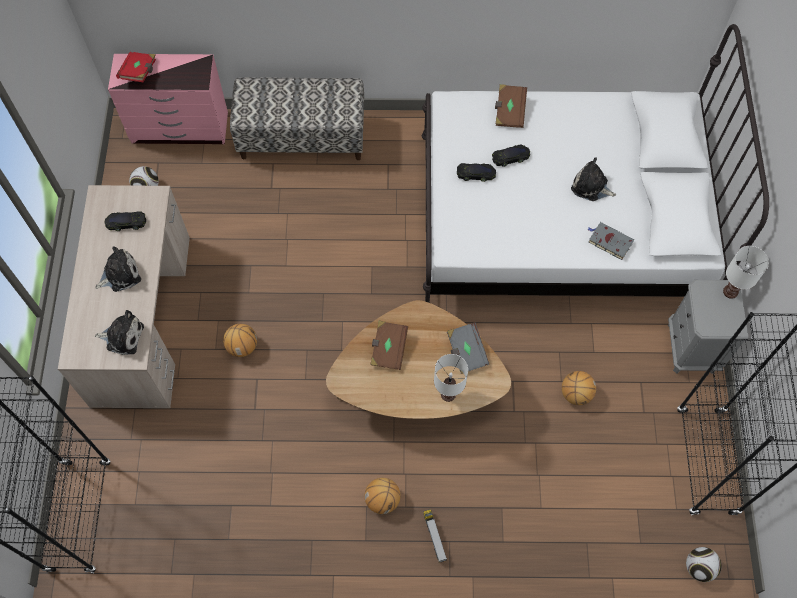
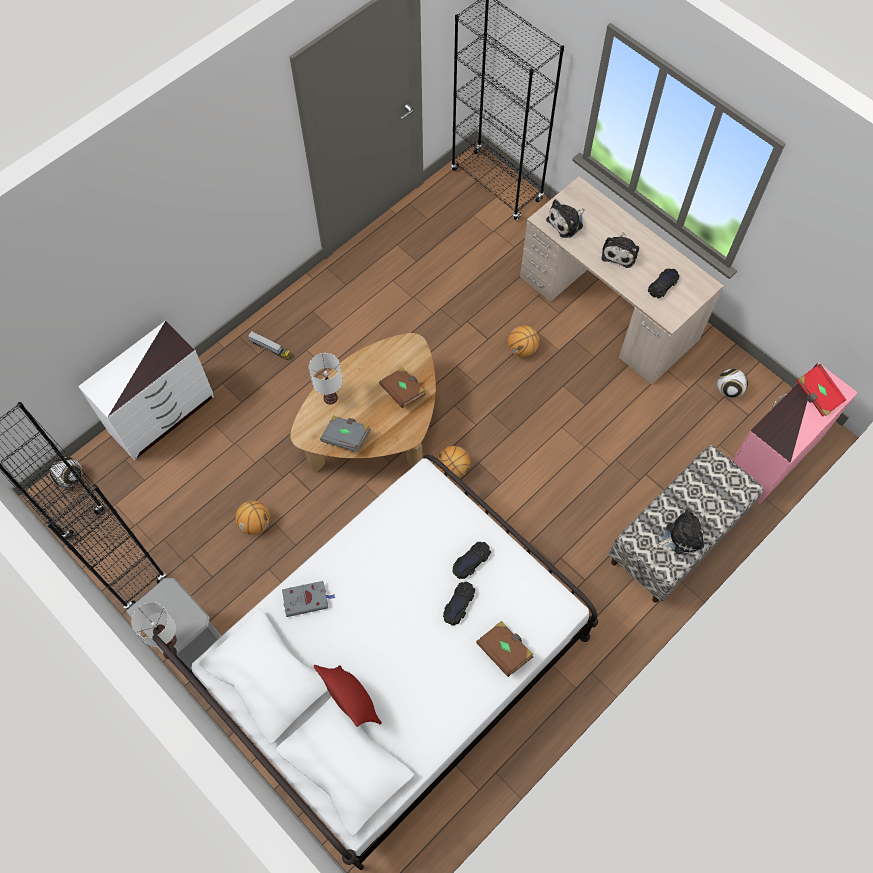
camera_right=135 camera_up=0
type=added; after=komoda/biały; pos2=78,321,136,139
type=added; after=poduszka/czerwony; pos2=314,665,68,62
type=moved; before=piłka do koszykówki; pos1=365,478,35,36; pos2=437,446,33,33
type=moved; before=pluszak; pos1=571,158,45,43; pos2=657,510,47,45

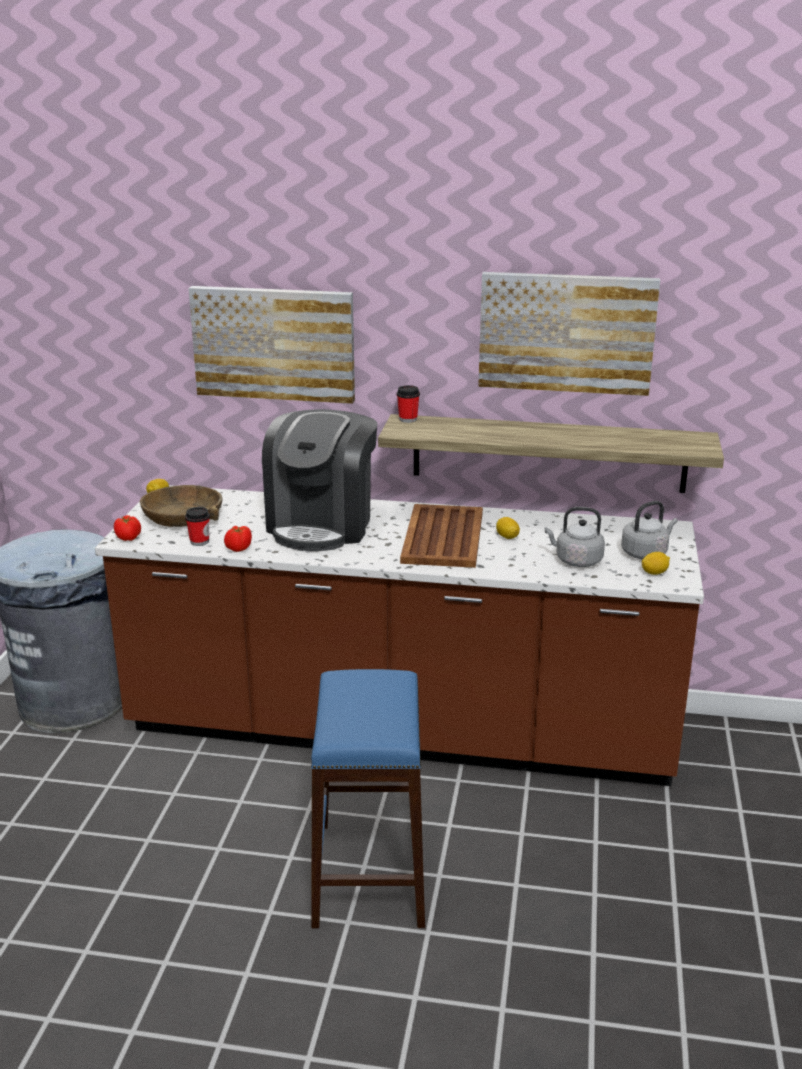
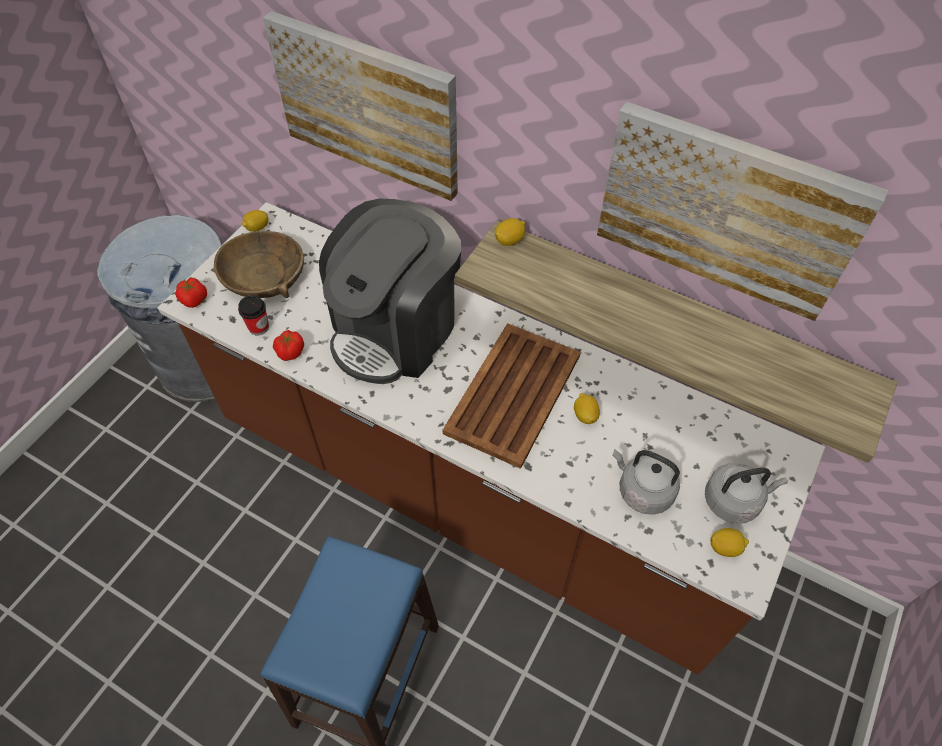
camera_right=20 camera_up=30
type=replaced; before=filiżanka; after=cytryna; pos1=397,385,23,38; pos2=495,218,30,28

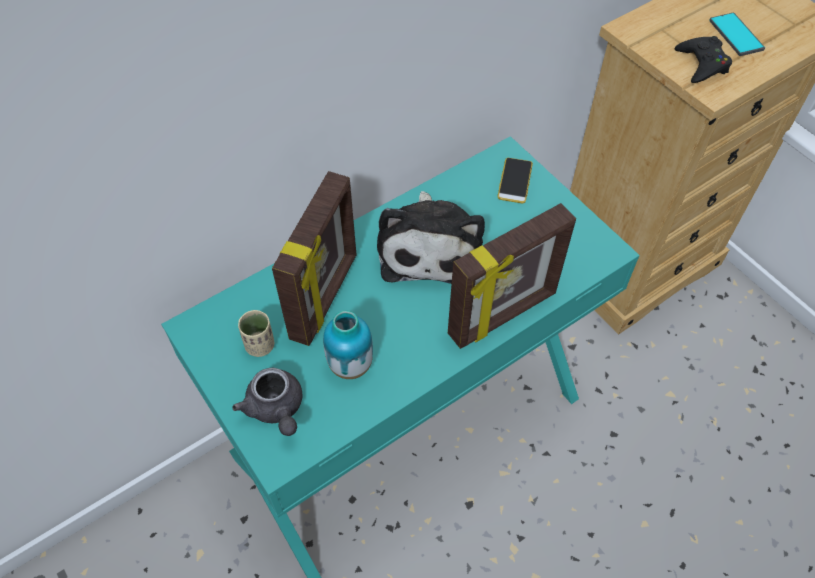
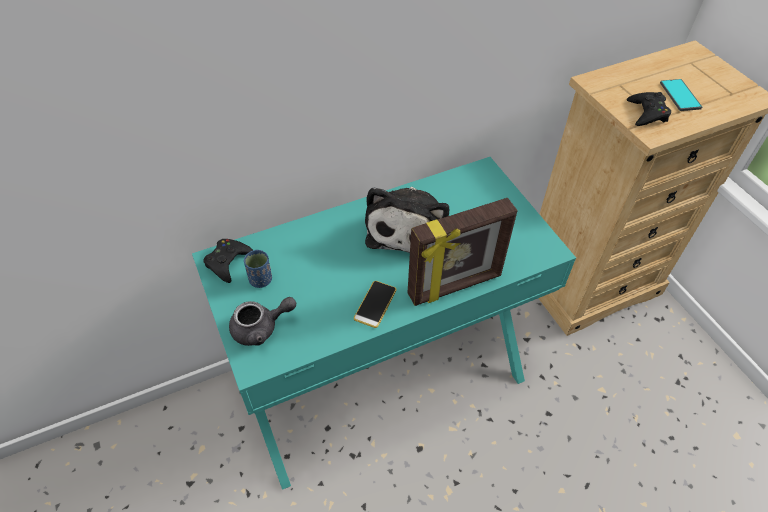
camera_right=10 camera_up=-5
type=added; after=pad do gier/czarny; pos2=203,239,50,44
type=turned; before=imbryk/szary; pos1=232,368,70,68; pos2=229,297,67,49; turn=-90
type=recoloured; before=filiżanka/beżowy; after=filiżanka/niebieski; pos1=238,310,36,47; pos2=244,250,28,38
type=moved; before=telefon; pos1=497,158,36,46; pos2=354,281,43,47
type=removed; before=ramka na zdjęcie; pos1=272,171,85,175
type=removed; before=wazon; pos1=323,311,50,68

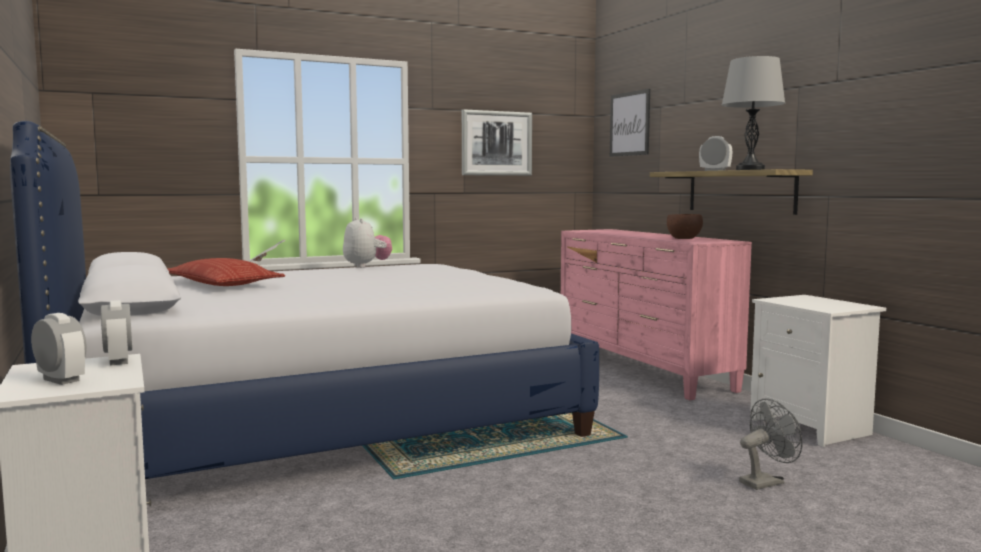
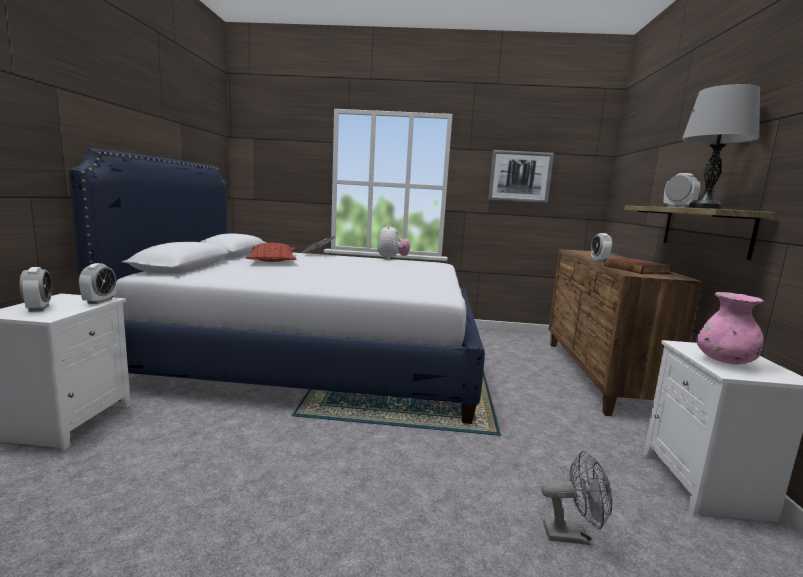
camera_right=30 camera_up=5
type=recoloured; before=komoda/różowy; after=komoda/brązowy; pos1=561,229,191,171; pos2=548,249,154,167
type=added; after=budzik; pos2=591,233,22,29
type=replaced; before=miska/brązowy; after=książka; pos1=667,214,36,25; pos2=604,258,66,16
type=added; after=wazon/różowy; pos2=696,292,68,73
type=removed; before=obraz; pos1=610,89,40,68

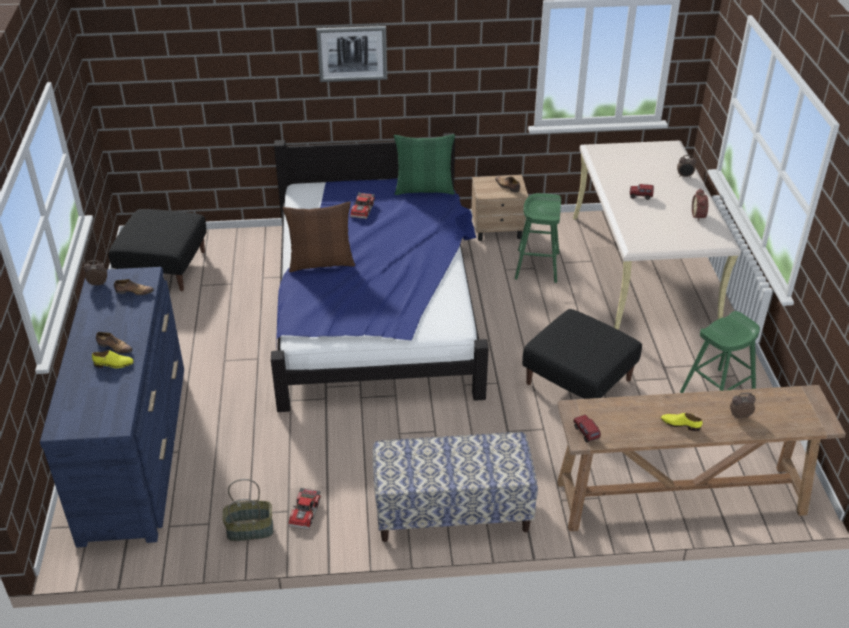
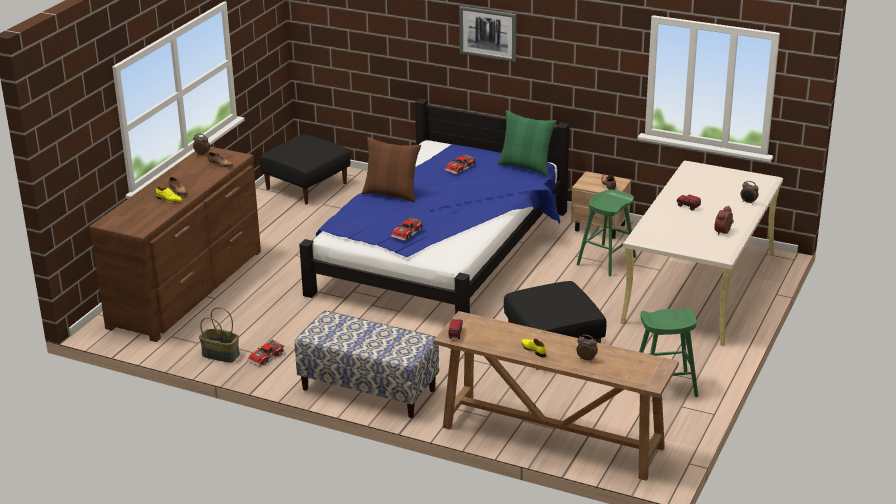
camera_right=30 camera_up=-10
type=recoloured; before=komoda/niebieski; after=komoda/brązowy; pos1=40,267,144,281; pos2=89,147,172,195
type=added; after=samochodzik; pos2=391,217,32,24

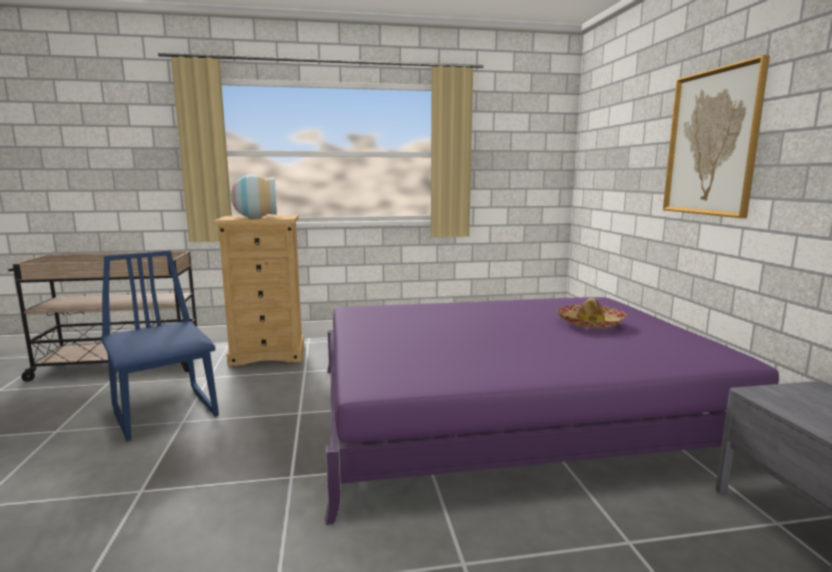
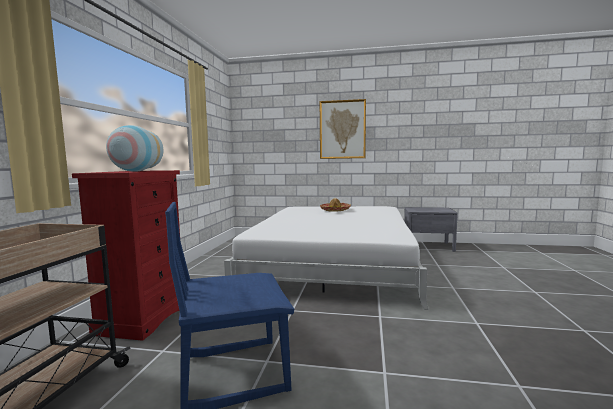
camera_right=-70 camera_up=-5
type=recoloured; before=komoda/beżowy; after=komoda/czerwony; pos1=214,215,90,151; pos2=72,170,108,171
type=recoloured; before=łóżko/fioletowy; after=łóżko/biały; pos1=325,297,454,228; pos2=224,206,205,104

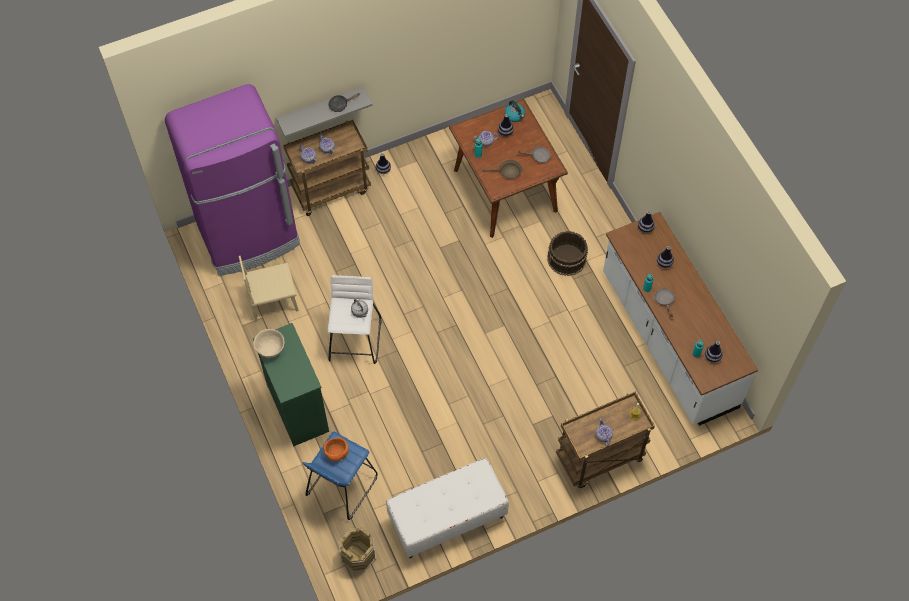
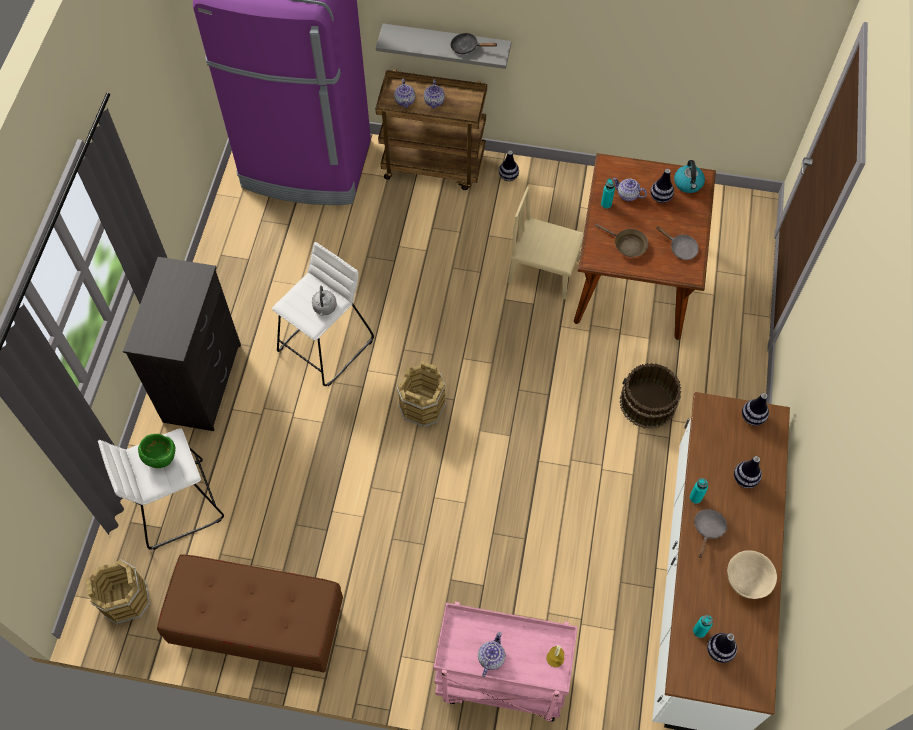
camera_right=35 camera_up=0
type=recoloured; before=stołek/niebieski; after=stołek/biały; pos1=303,431,75,89; pos2=98,428,126,122
type=recoloured; before=komoda/zielony; after=komoda/czarny; pos1=253,323,76,124; pos2=123,257,118,174
type=recoloured; before=miska/pomarańczowy; after=miska/zielony; pos1=323,437,26,24; pos2=138,434,37,34
type=recoloured; before=ławka/biały; after=ławka/brązowy; pos1=386,458,123,100; pos2=157,554,186,119
type=added; after=wiadro/brązowy; pos2=397,361,49,66
type=recoloured; before=wózek/brązowy; after=wózek/różowy; pos1=556,392,99,96; pos2=433,601,145,121
type=moved; before=krzesło/beżowy; pos1=239,256,60,65; pos2=508,186,76,113
type=moved; before=miska/beżowy; pos1=253,329,31,29; pos2=727,550,50,49

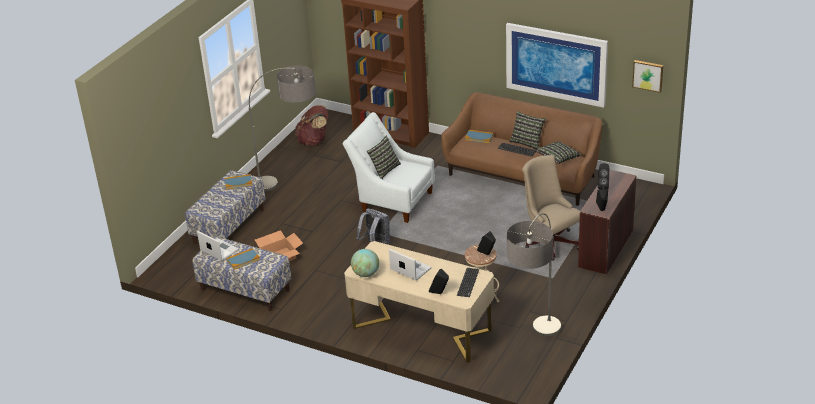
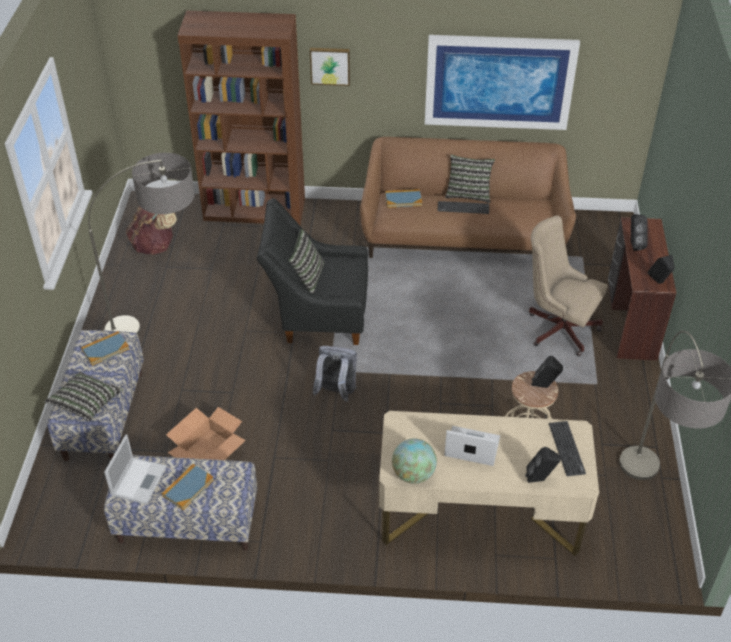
camera_right=-25 camera_up=10
type=moved; before=poduszka; pos1=534,141,47,23; pos2=44,371,79,51
type=turned; before=laptop; pos1=197,231,42,30; pos2=104,434,63,70; turn=90
type=recoloured; before=fotel/biały; after=fotel/czarny; pos1=343,112,92,111; pos2=257,198,111,147
type=moved; before=obraz; pos1=632,60,31,33; pos2=310,48,40,38

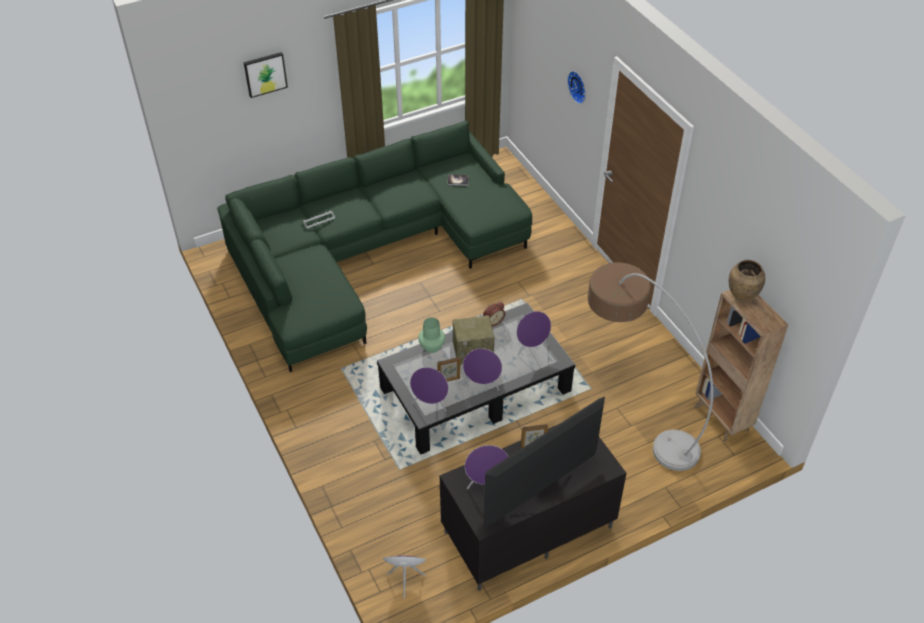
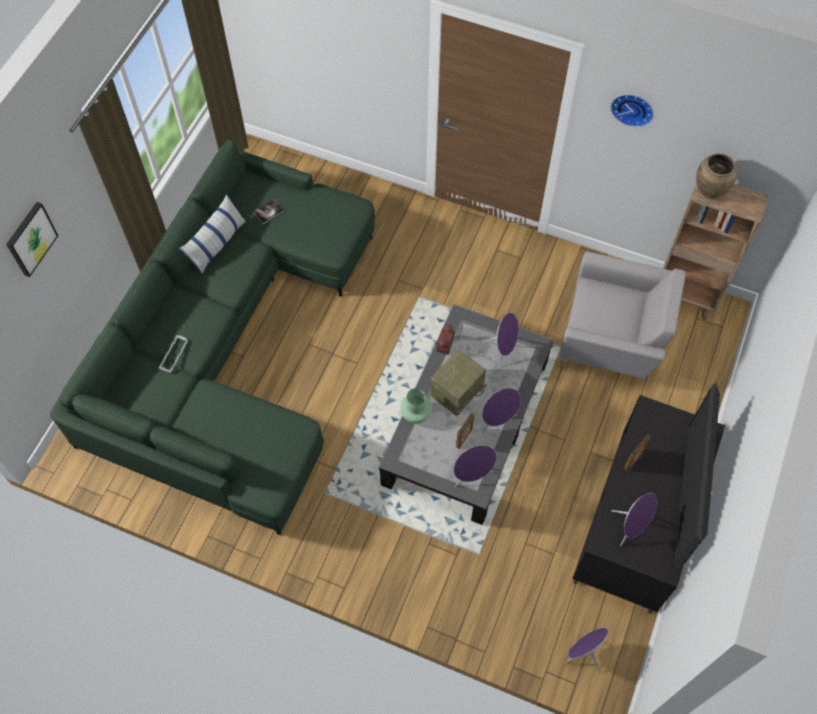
camera_right=-40 camera_up=15
type=added; after=poduszka; pos2=178,194,69,83
type=replaced; before=lampa stojąca; after=fotel/szary; pos1=588,262,125,209; pos2=560,251,126,127
type=moved; before=zegar ścienny; pos1=567,71,19,33; pos2=611,94,43,33

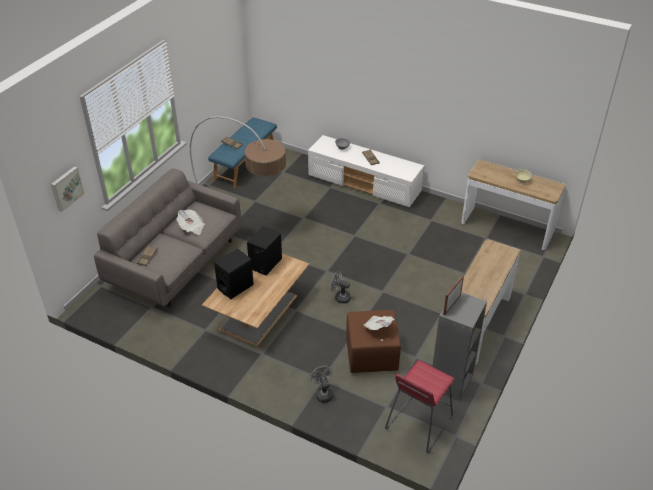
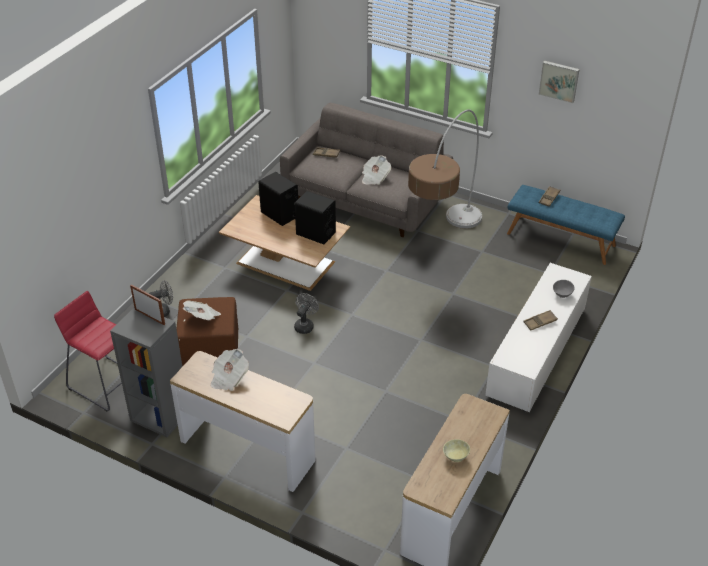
camera_right=90 camera_up=0
type=added; after=gazeta; pos2=210,349,39,42
type=moved; before=obraz; pos1=51,166,33,46; pos2=539,61,41,42

